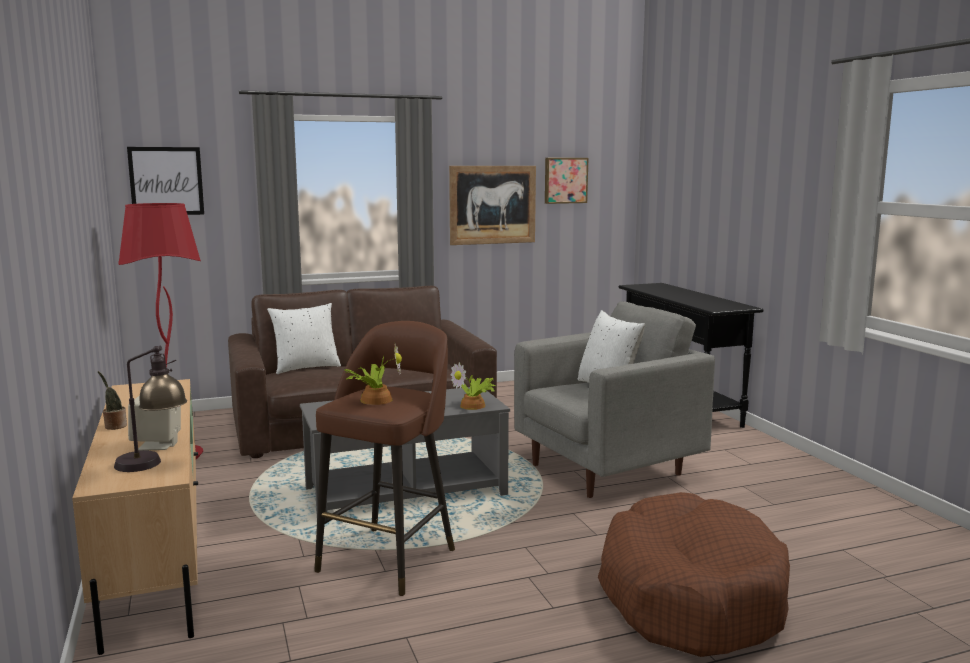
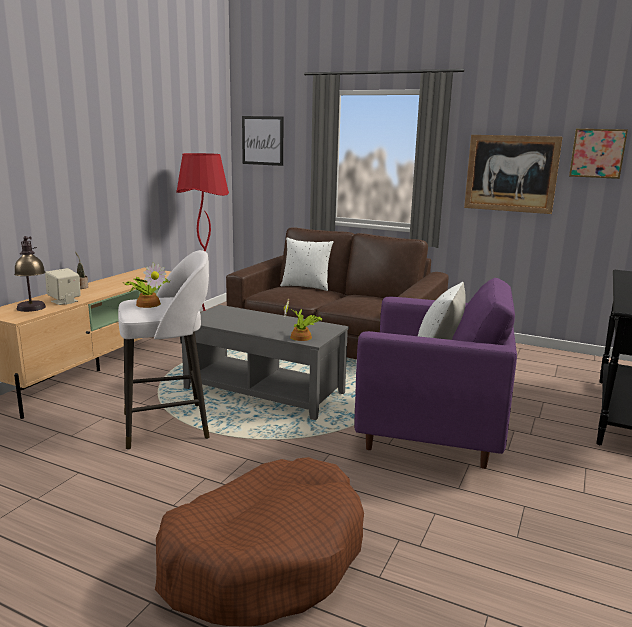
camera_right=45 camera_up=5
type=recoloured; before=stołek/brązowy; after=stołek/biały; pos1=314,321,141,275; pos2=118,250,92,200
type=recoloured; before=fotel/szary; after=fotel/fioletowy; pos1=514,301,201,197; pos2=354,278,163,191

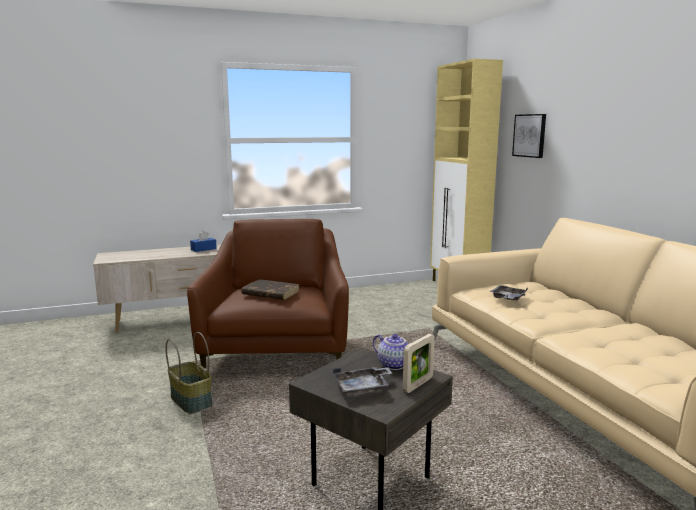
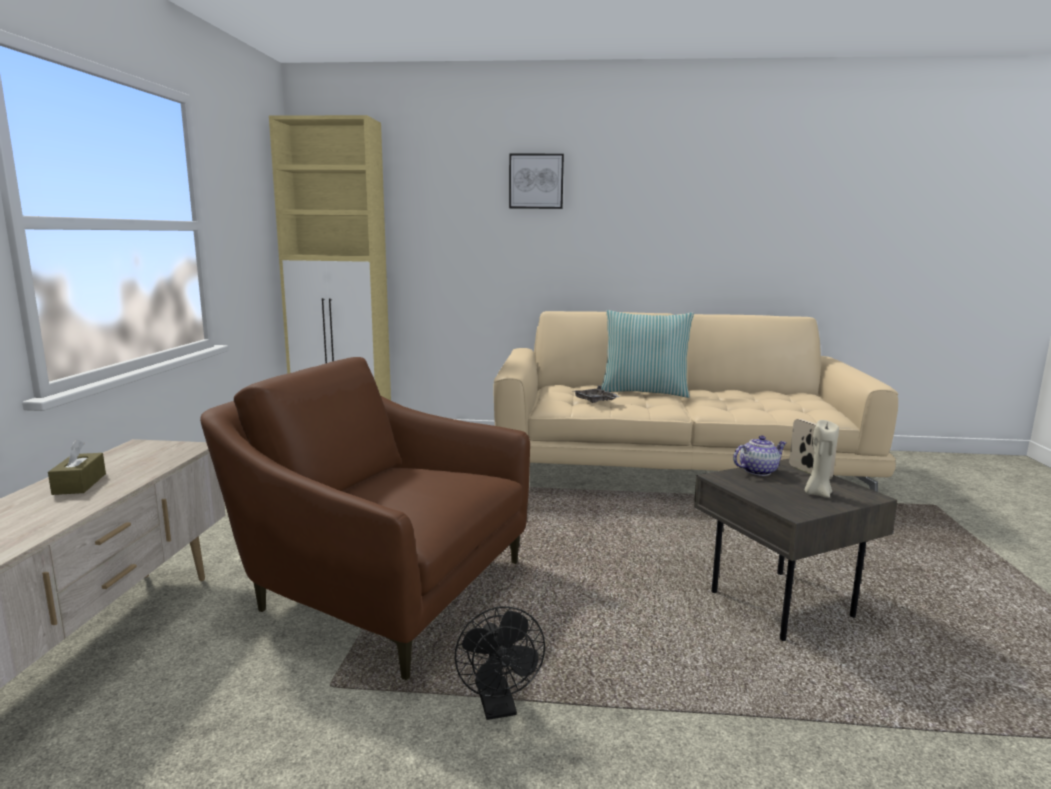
camera_right=-65 camera_up=0
type=recoloured; before=pudełko chusteczek/niebieski; after=pudełko chusteczek/brązowy; pos1=190,231,27,21; pos2=48,440,58,55
type=replaced; before=koszyk; after=wentylator/czarny; pos1=165,332,47,82; pos2=455,606,90,114
type=moved; before=obraz; pos1=512,114,34,44; pos2=509,154,55,55
type=added; after=poduszka; pos2=601,310,93,88
type=replaced; before=taca/szary; after=świeca/beżowy; pos1=333,366,59,30; pos2=805,420,34,78
type=removed; before=książka/brązowy; pos1=241,279,59,21

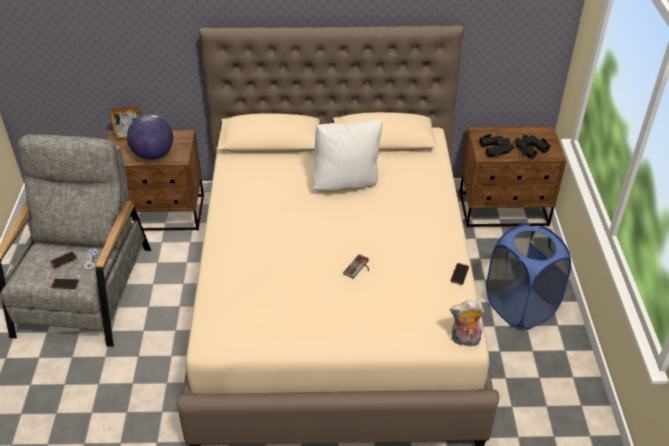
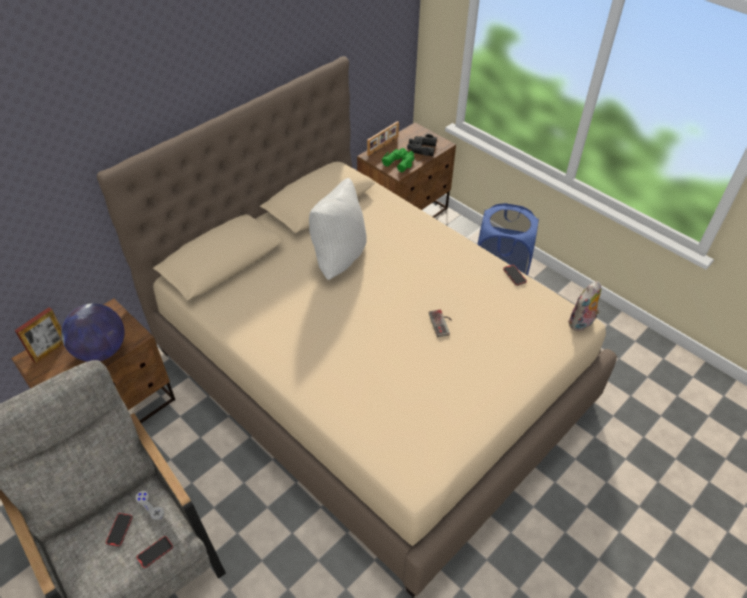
camera_right=-45 camera_up=5
type=added; after=ramka na zdjęcie; pos2=367,121,32,35
type=recoloured; before=lornetka/czarny; after=lornetka/zielony; pos1=480,134,34,23; pos2=382,148,33,24

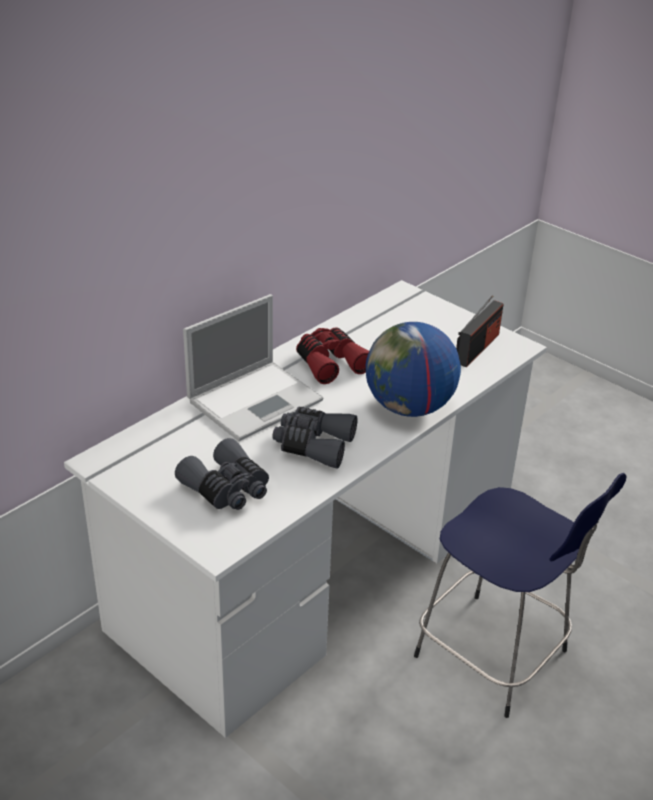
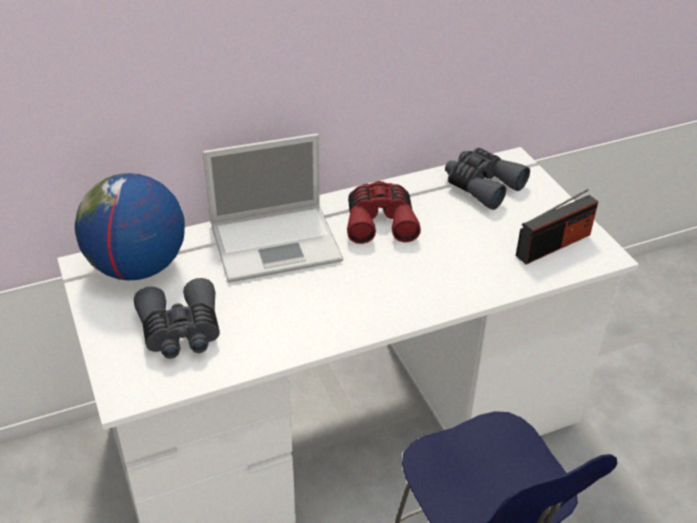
camera_right=25 camera_up=5
type=moved; before=globus; pos1=366,322,95,95; pos2=75,173,110,107
type=moved; before=lornetka/szary; pos1=272,407,86,62; pos2=445,148,85,62

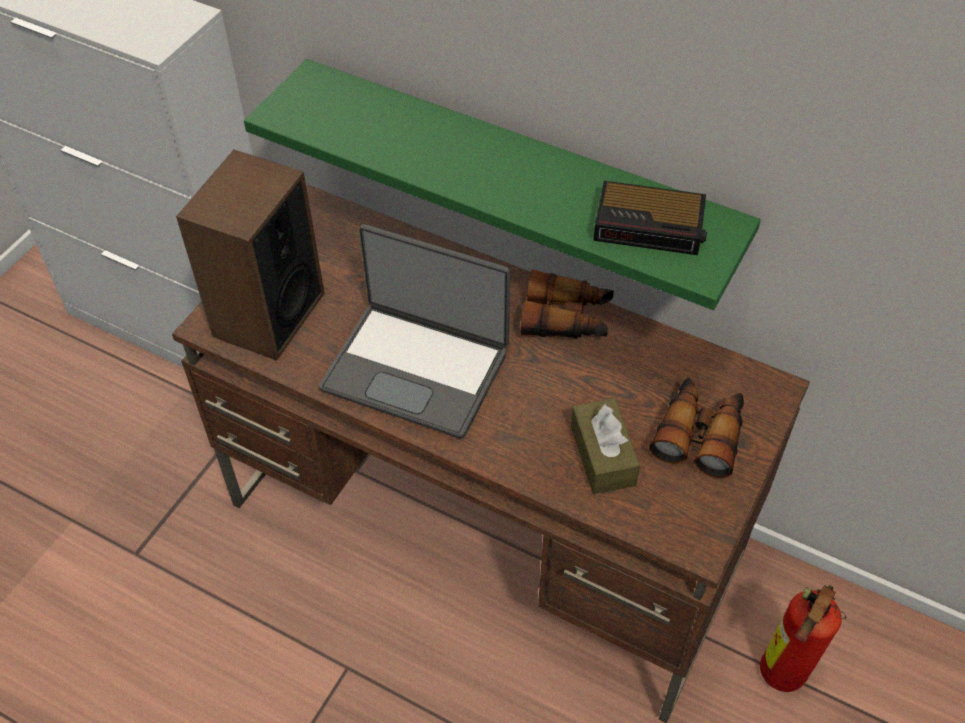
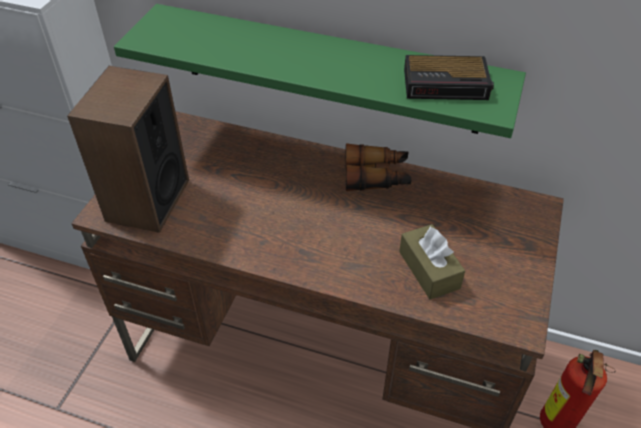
camera_right=-10 camera_up=-5
type=removed; before=laptop; pos1=319,224,191,214
type=removed; before=lornetka; pos1=649,378,95,100

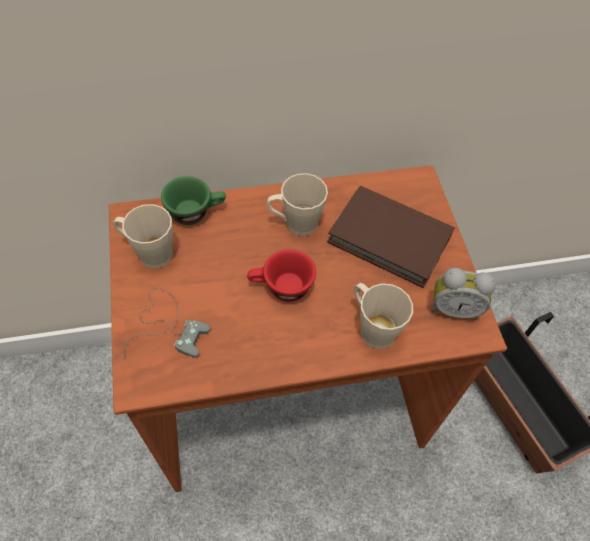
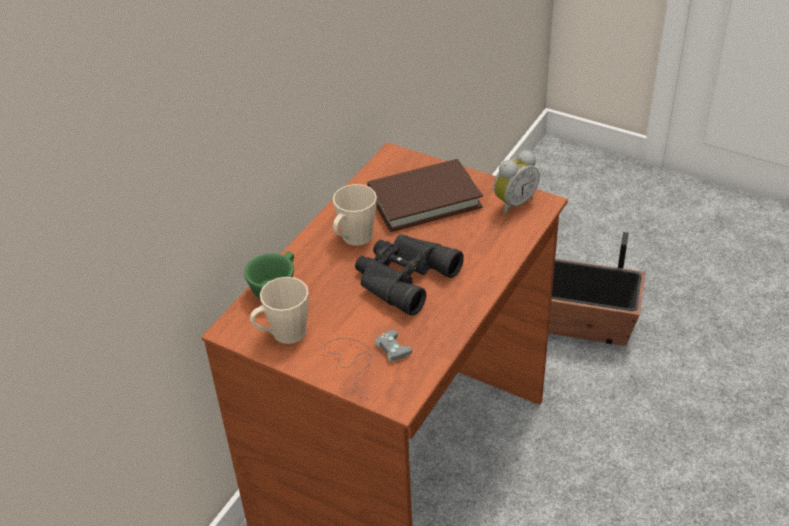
camera_right=-45 camera_up=-15
type=replaced; before=filiżanka/czerwony; after=lornetka/czarny; pos1=247,249,69,53; pos2=355,235,109,81
type=removed; before=kubek/beżowy; pos1=354,283,59,66

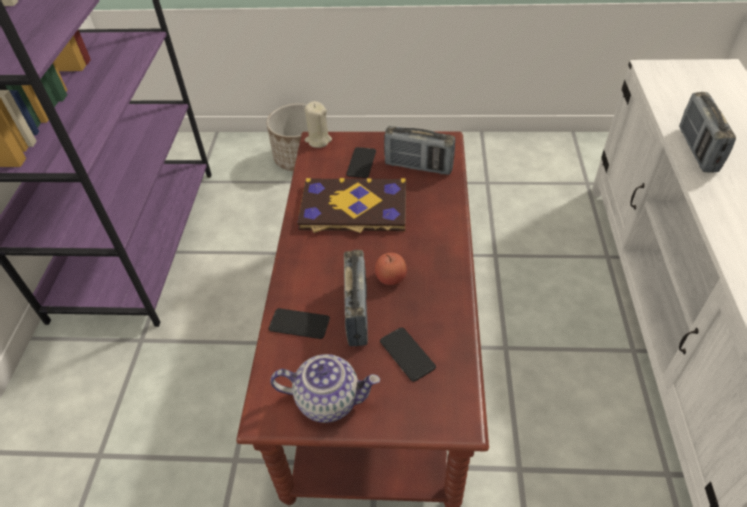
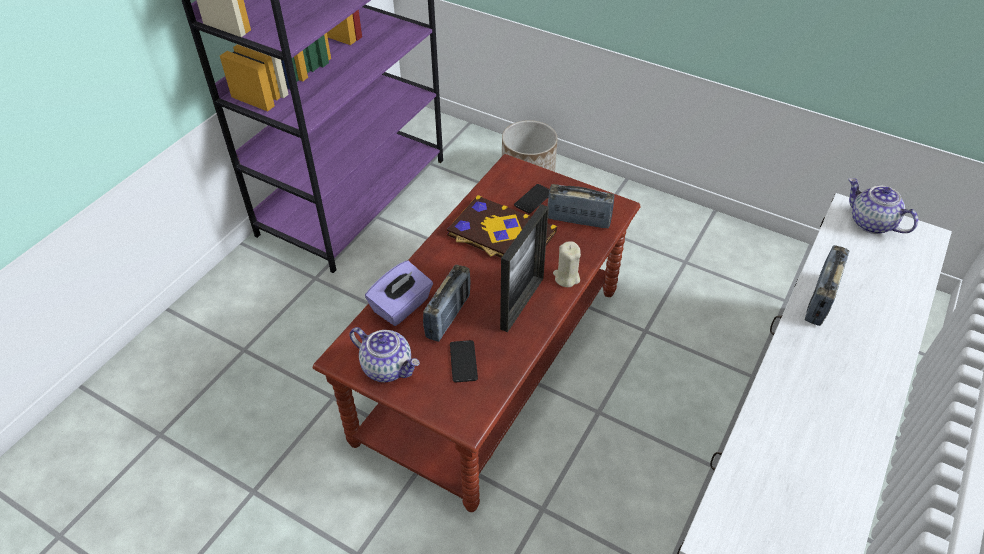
camera_right=25 camera_up=0
type=replaced; before=telefon; after=pudełko chusteczek/fioletowy; pos1=269,308,61,31; pos2=365,261,68,65
type=added; after=ramka na zdjęcie; pos2=500,204,49,128
type=turned; before=radio; pos1=384,126,71,49; pos2=548,184,66,44; turn=150
type=moved; before=świeca/beżowy; pos1=305,101,27,47; pos2=553,241,28,46
type=added; after=imbryk; pos2=848,178,70,56
type=removed; before=jabłko; pos1=375,253,32,32

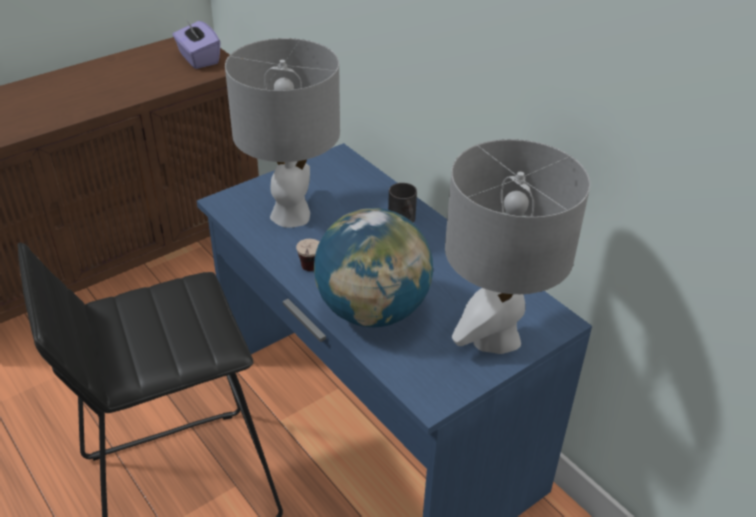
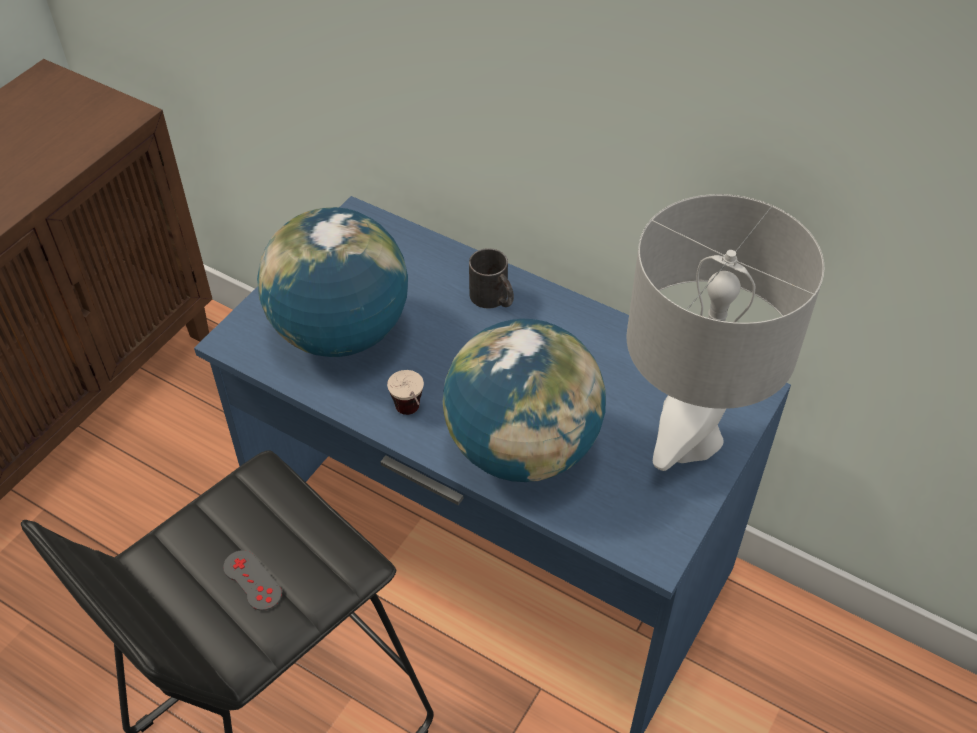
camera_right=-20 camera_up=10
type=added; after=pad do gier/szary; pos2=223,550,59,61
type=replaced; before=lampa stołowa/szary; after=globus; pos1=225,38,115,190; pos2=257,207,151,150
type=removed; before=pudełko chusteczek/fioletowy; pos1=173,21,47,48

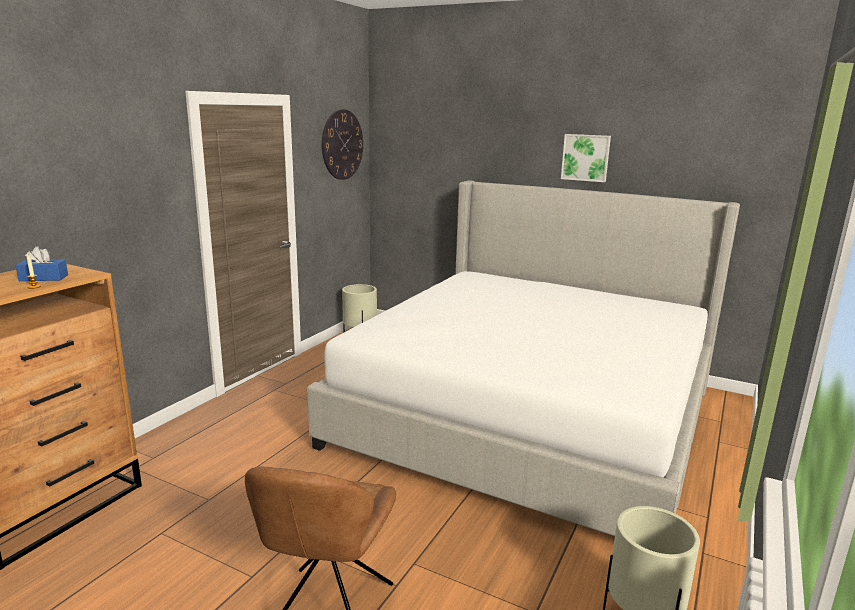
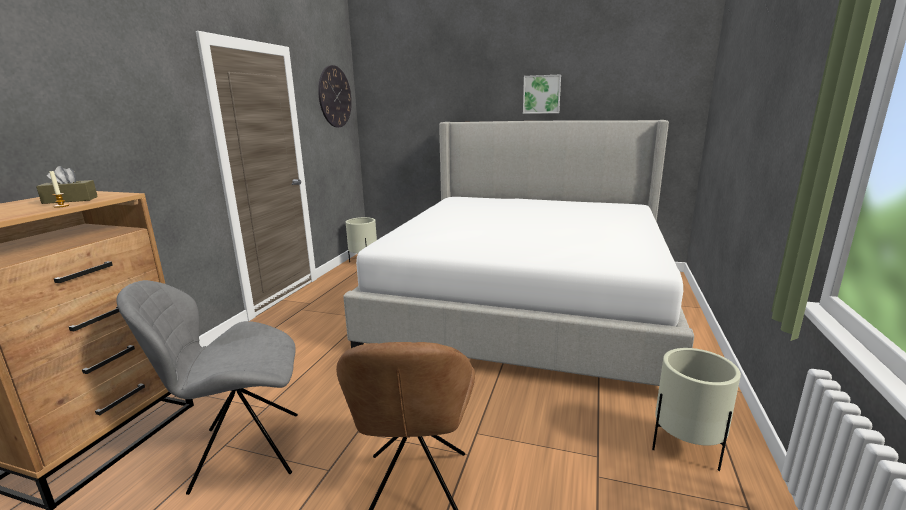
camera_right=-10 camera_up=0
type=recoloured; before=pudełko chusteczek/niebieski; after=pudełko chusteczek/brązowy; pos1=16,246,52,35; pos2=36,166,62,38
type=added; after=krzesło/szary; pos2=117,280,181,215

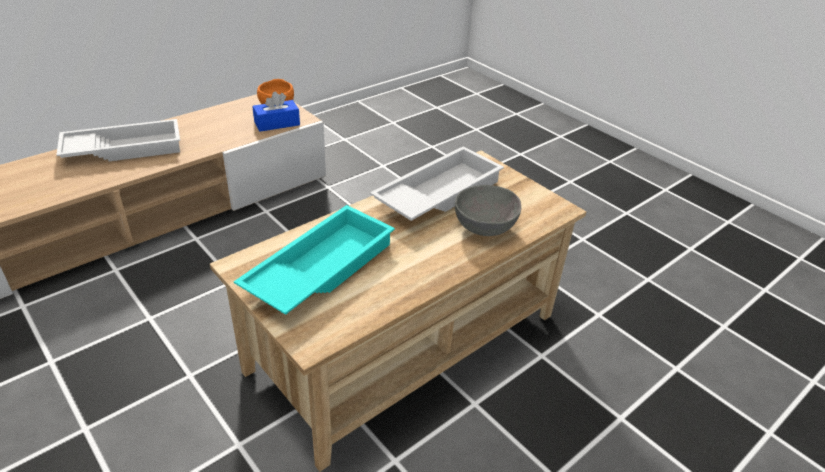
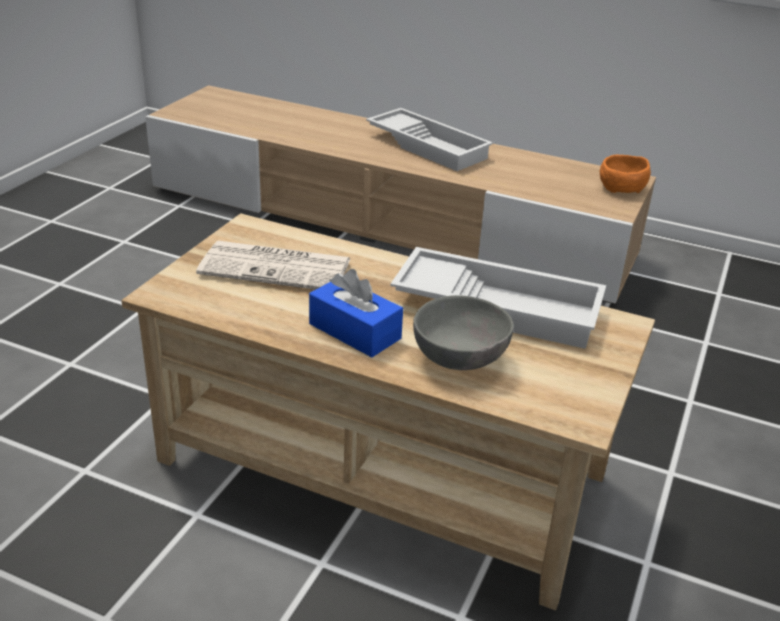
camera_right=65 camera_up=-5
type=replaced; before=taca/turkusowy; after=gazeta; pos1=234,205,161,110; pos2=196,241,154,49
type=moved; before=pudełko chusteczek/niebieski; pos1=252,91,48,41; pos2=309,269,94,88

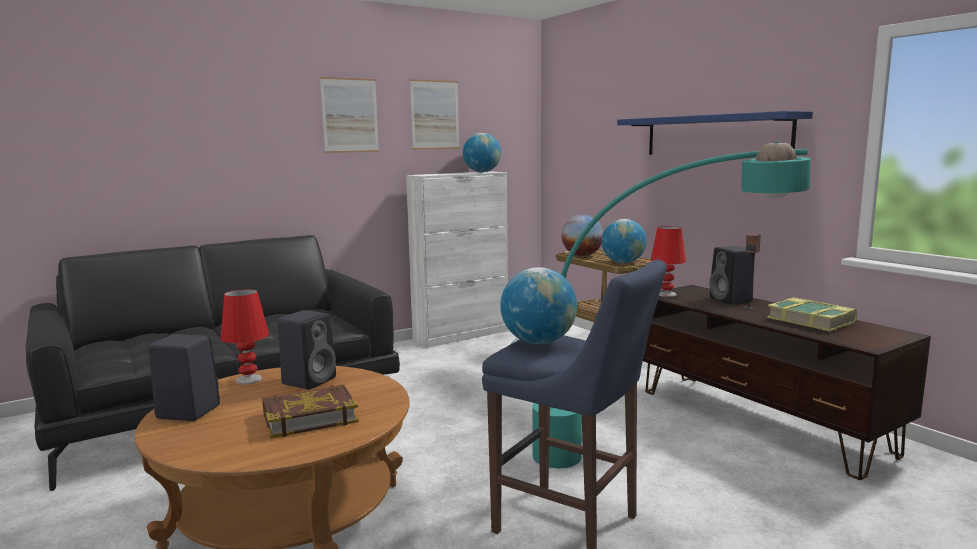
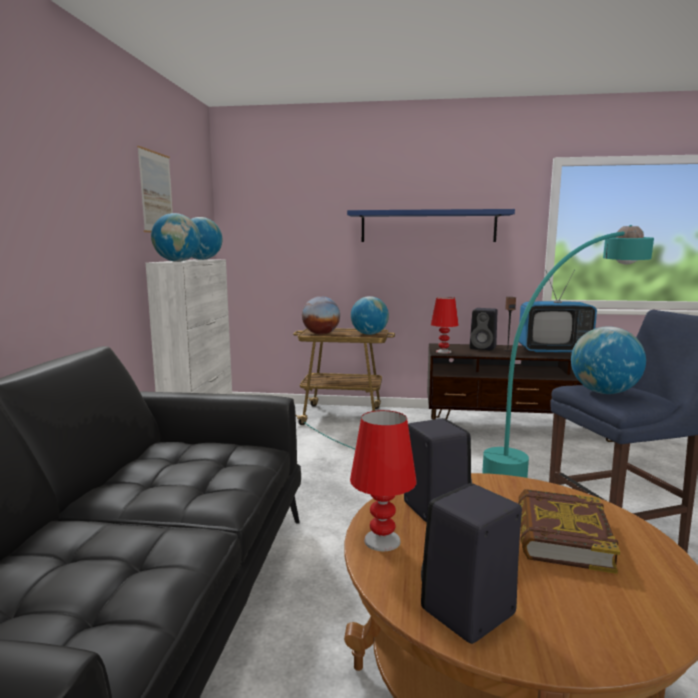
camera_right=-50 camera_up=0
type=added; after=globus; pos2=151,213,50,49
type=replaced; before=książka; after=telewizor; pos1=767,297,90,35; pos2=519,270,78,83
type=removed; before=obraz; pos1=320,77,59,76

